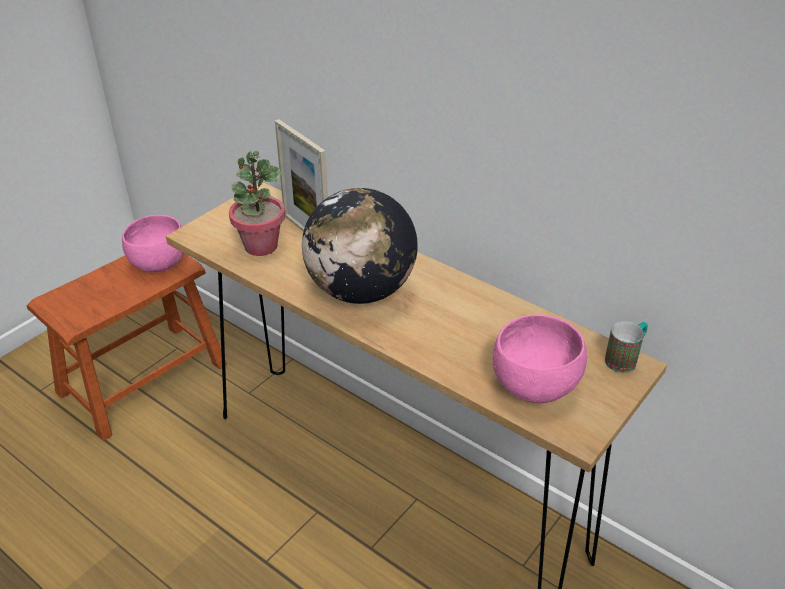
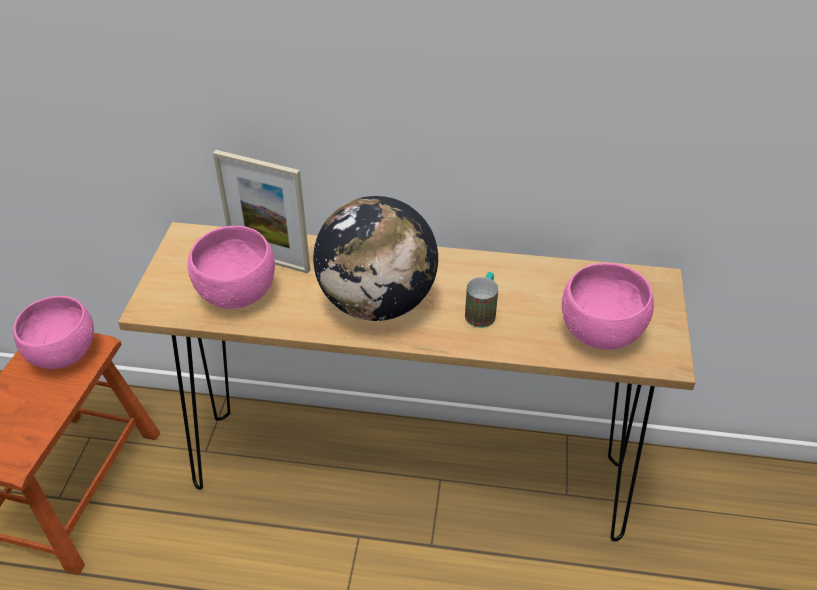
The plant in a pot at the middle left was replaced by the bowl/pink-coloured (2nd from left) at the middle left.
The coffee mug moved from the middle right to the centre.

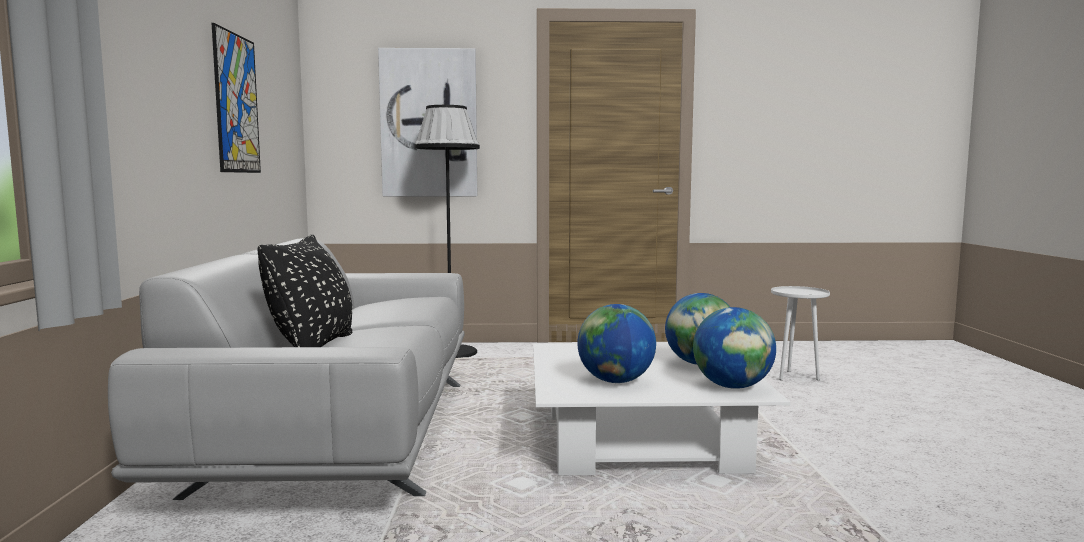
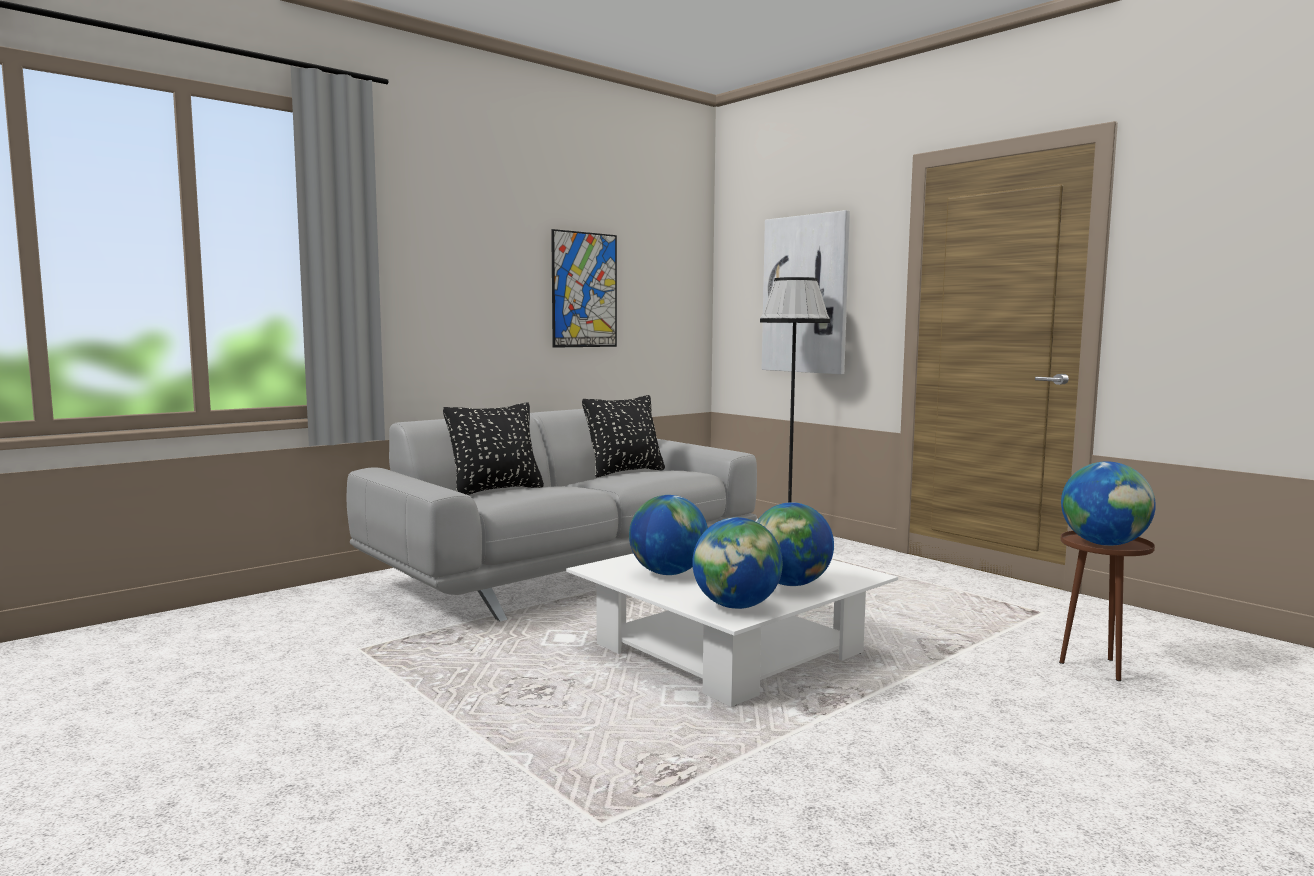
The accent table/white at the middle right became the accent table/brown at the bottom right.
The pillow/blackish (2nd from left) at the centre appeared.
The desk globe (4th from left) at the middle right appeared.

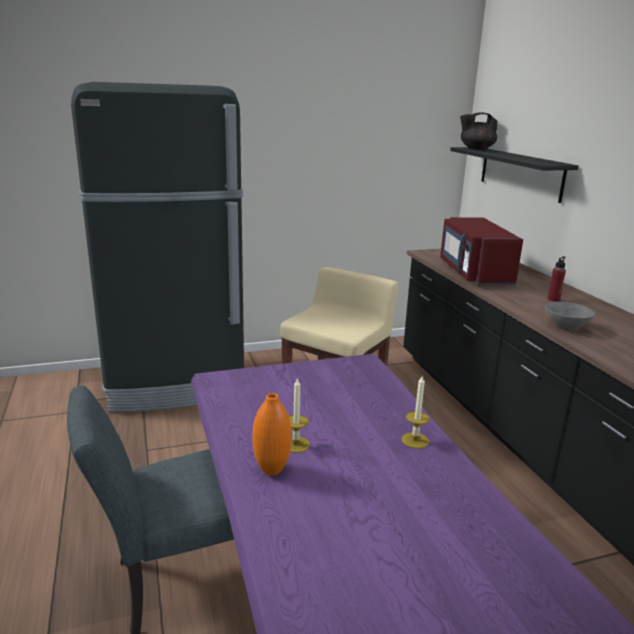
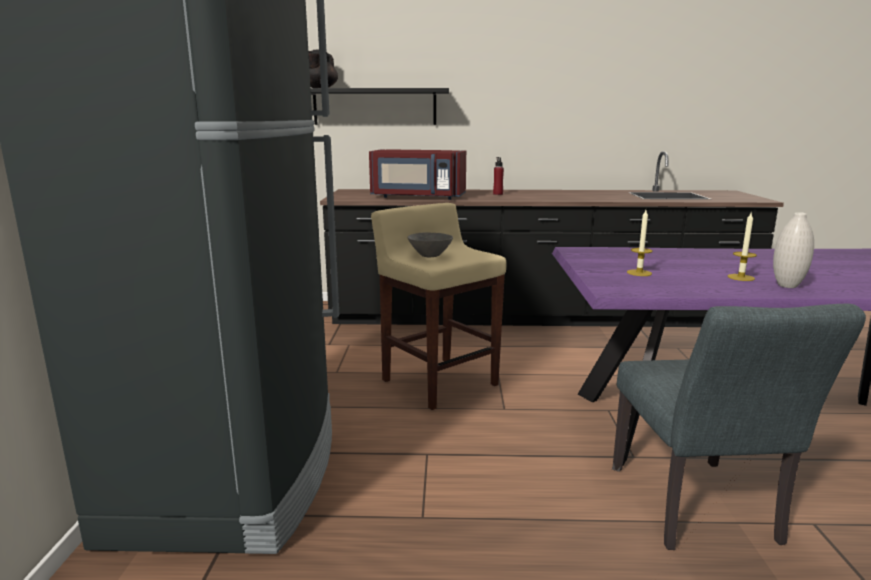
The flower vase/orangey at the bottom centre became the flower vase/white at the middle right.
The candle (2nd from left in the first image) moved from the centre to the middle right.
The bowl/gray moved from the middle right to the centre.

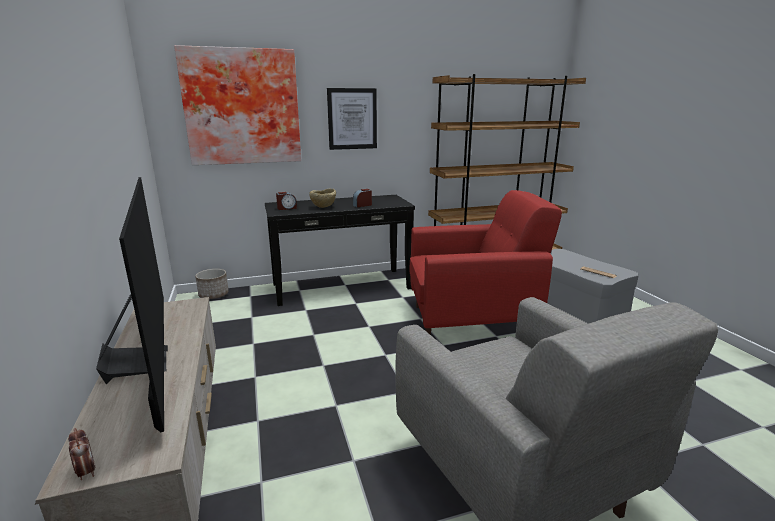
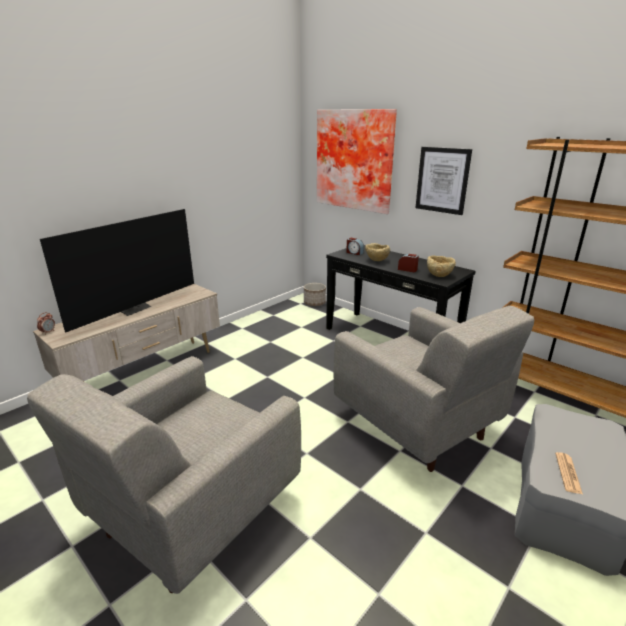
The armchair/red at the centre became the armchair/gray (2nd from left) at the middle right.
The bowl/beige-coloured (2nd from left) at the middle right appeared.

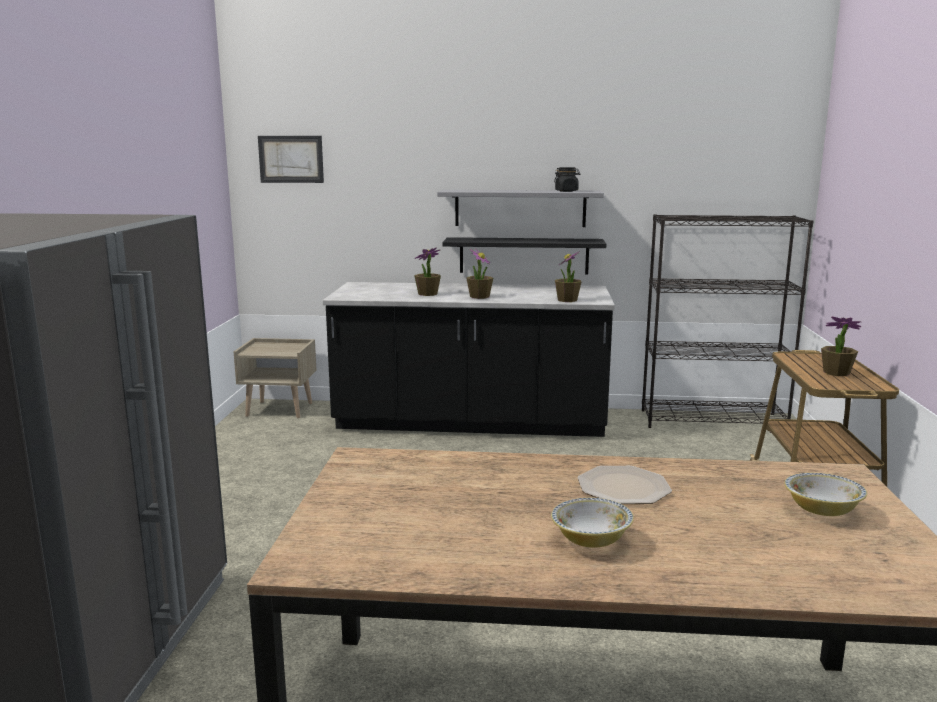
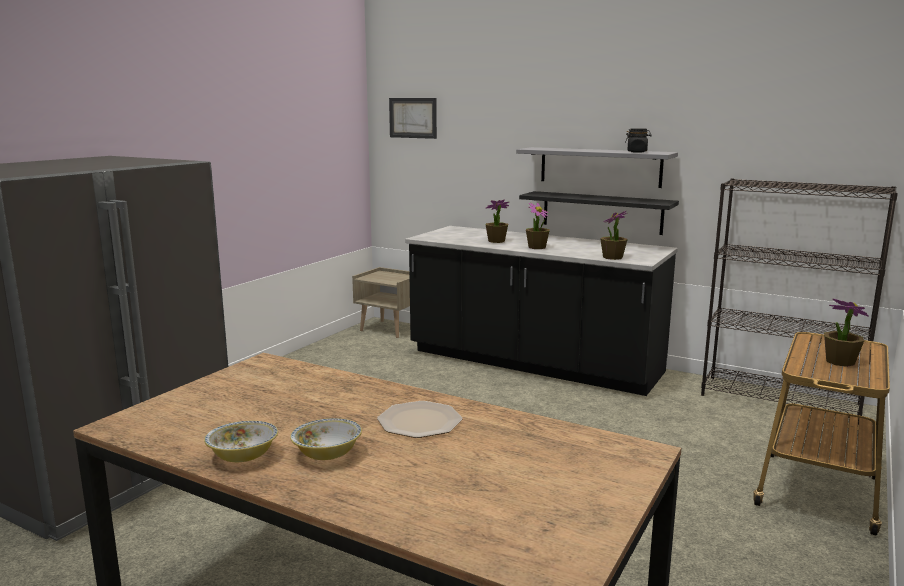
The bowl (2nd from left in the first image) moved from the bottom right to the bottom left.

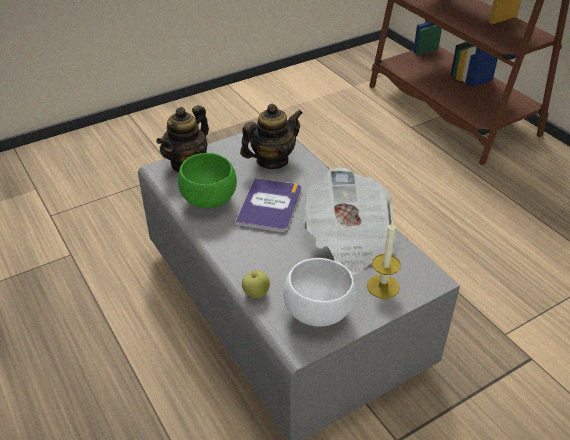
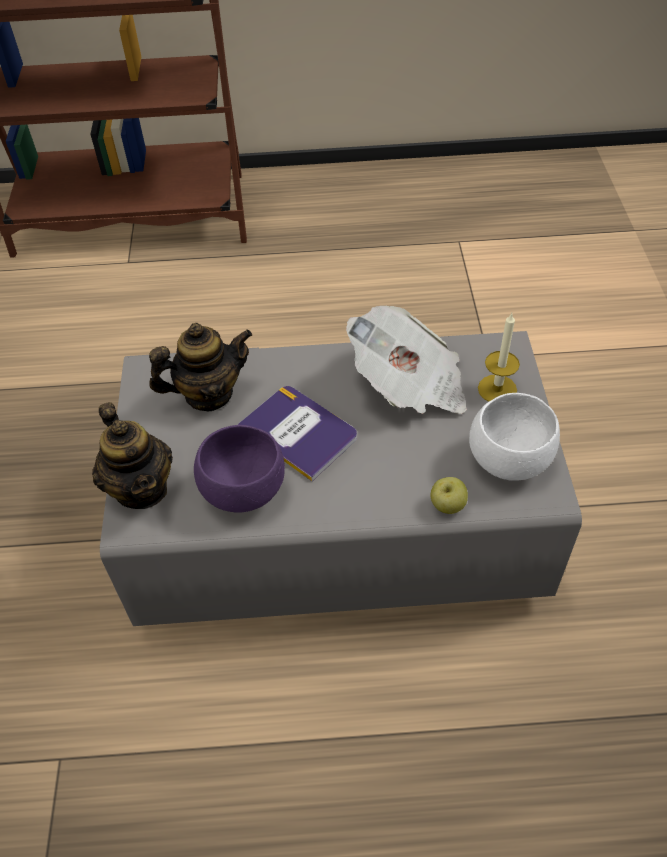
The bowl/green at the centre became the bowl/purple at the centre.
The tea pot (2nd from left) at the top centre turned 75 degrees clockwise.

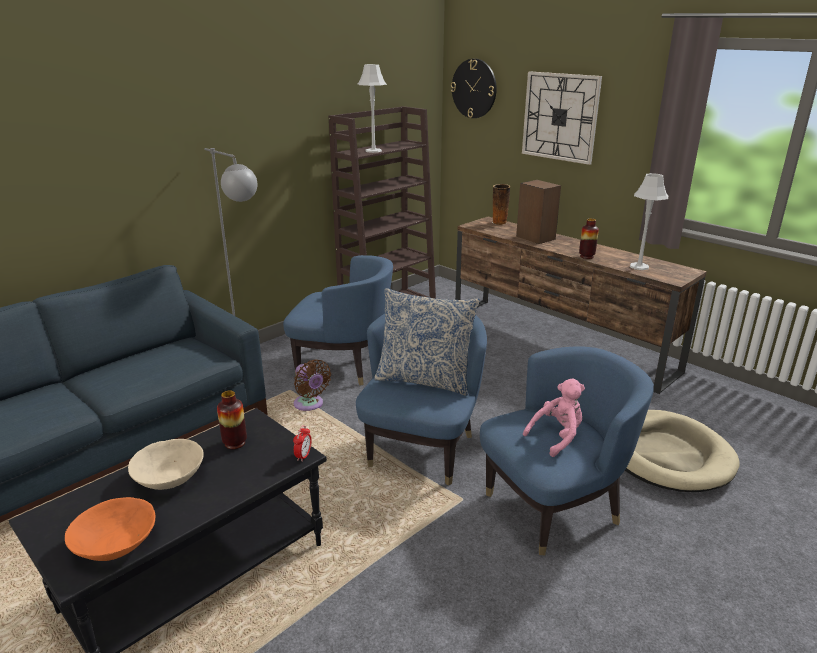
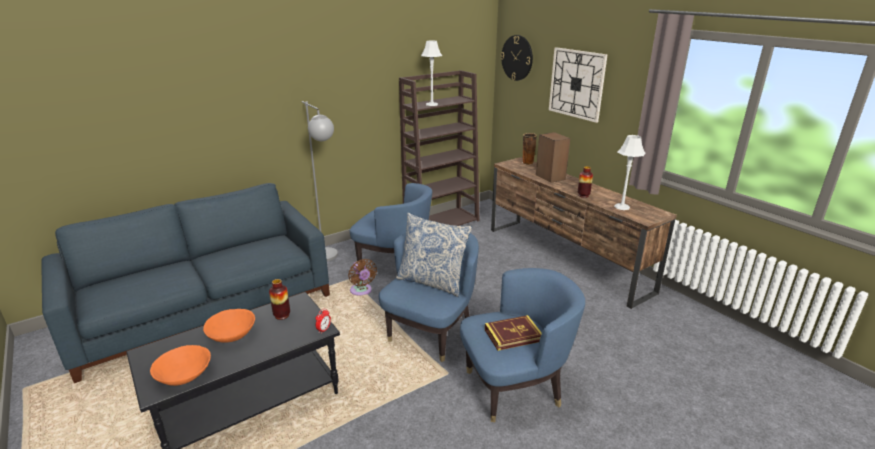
The bowl/beige-coloured at the bottom left became the bowl/orangey (2nd from left) at the bottom left.
The soft toy/pink-coloured at the middle right was replaced by the bound book at the bottom centre.
The pet bed/beige-coloured at the bottom right disappeared.

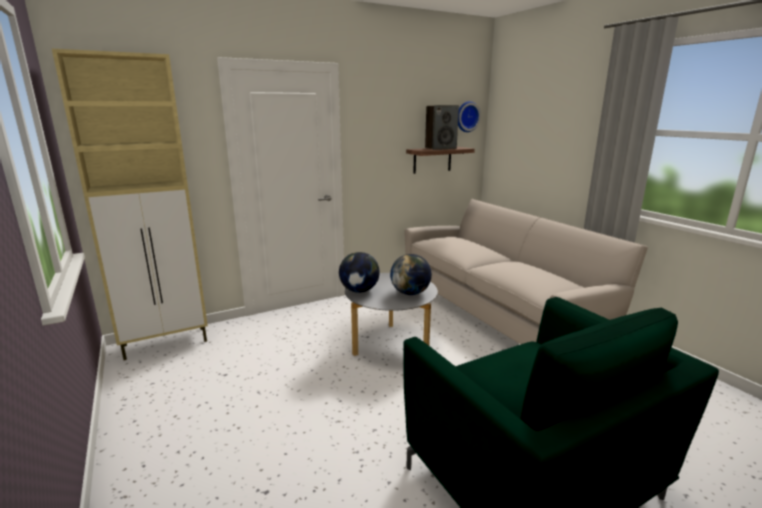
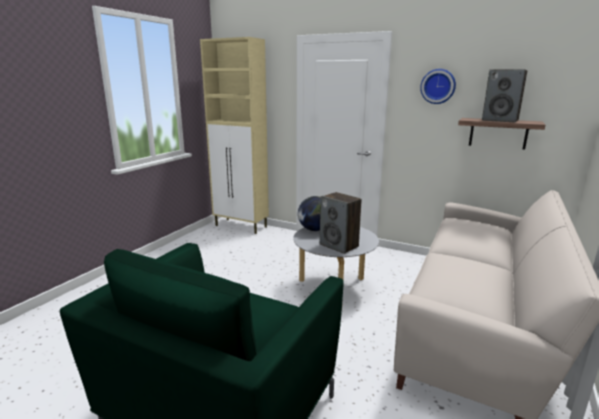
The desk globe (2nd from left) at the centre was replaced by the loudspeaker (1st from left) at the centre.
The hanging clock moved from the top centre to the top right.

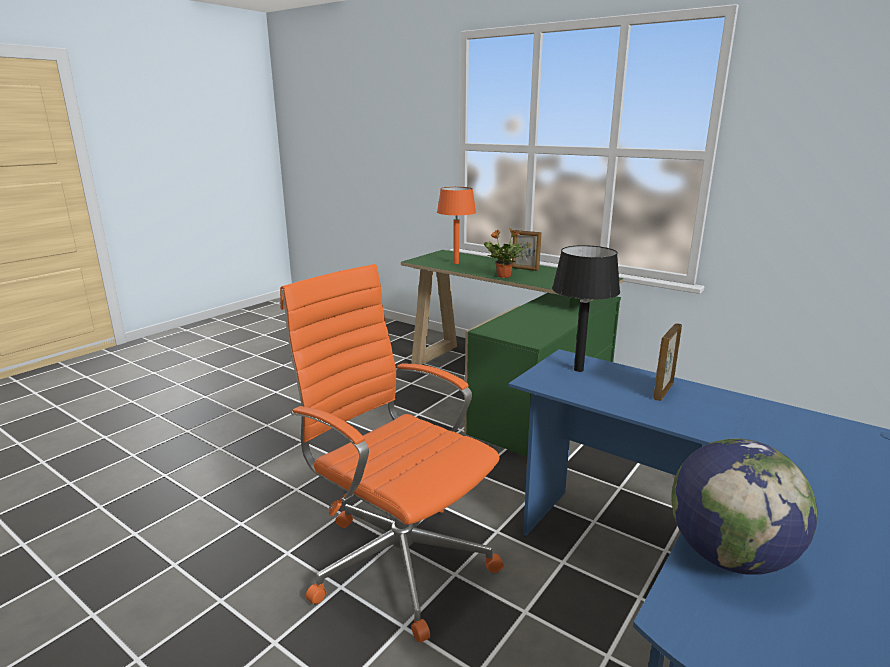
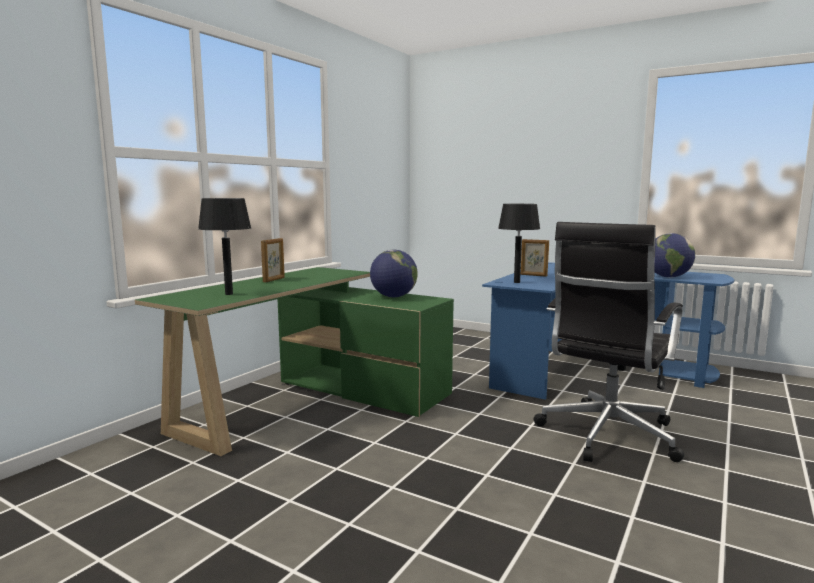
The office chair/orangey at the bottom centre became the office chair/blackish at the middle right.
The tabletop lamp/orangey at the centre became the tabletop lamp/blackish (1st from left) at the middle left.
The plant in a pot at the centre disappeared.
The desk globe (1st from left) at the centre appeared.

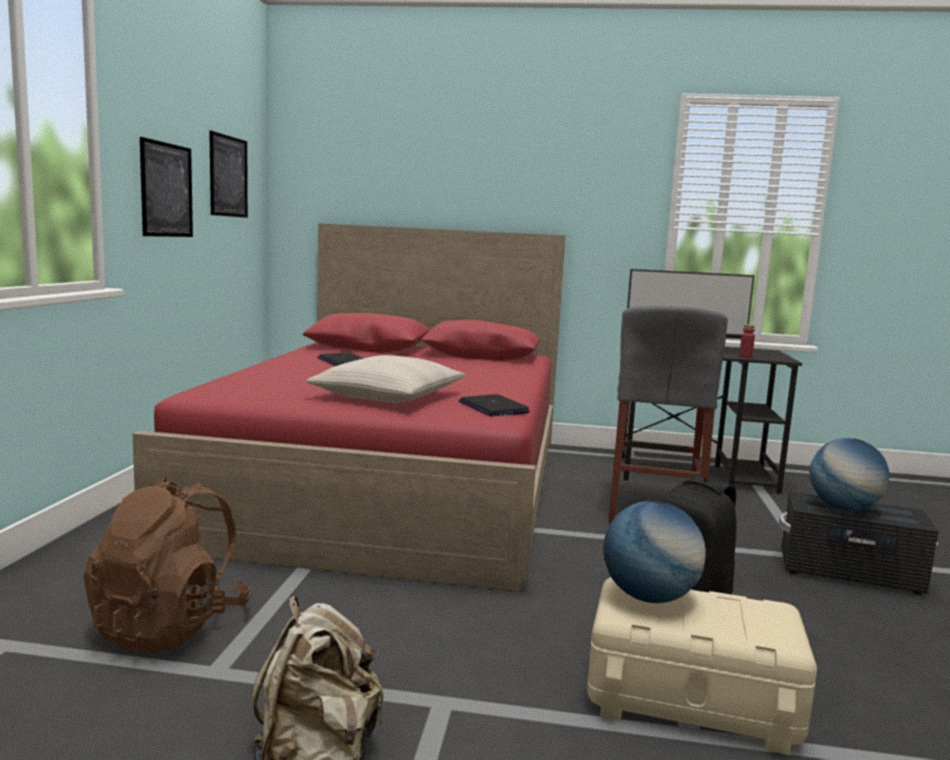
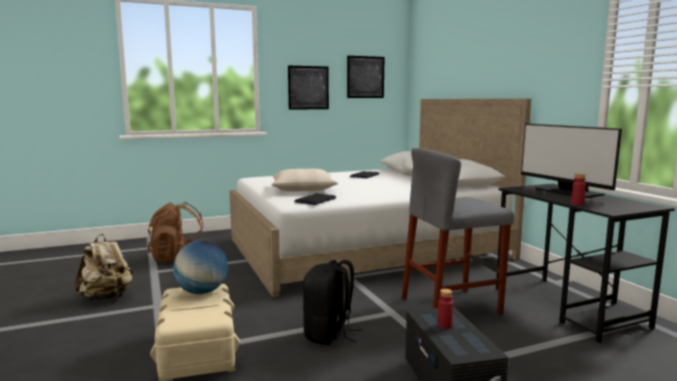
The bedroom bed/red at the centre became the bedroom bed/white at the centre.
The desk globe (2nd from left) at the middle right was replaced by the bottle/red (1st from left) at the bottom centre.

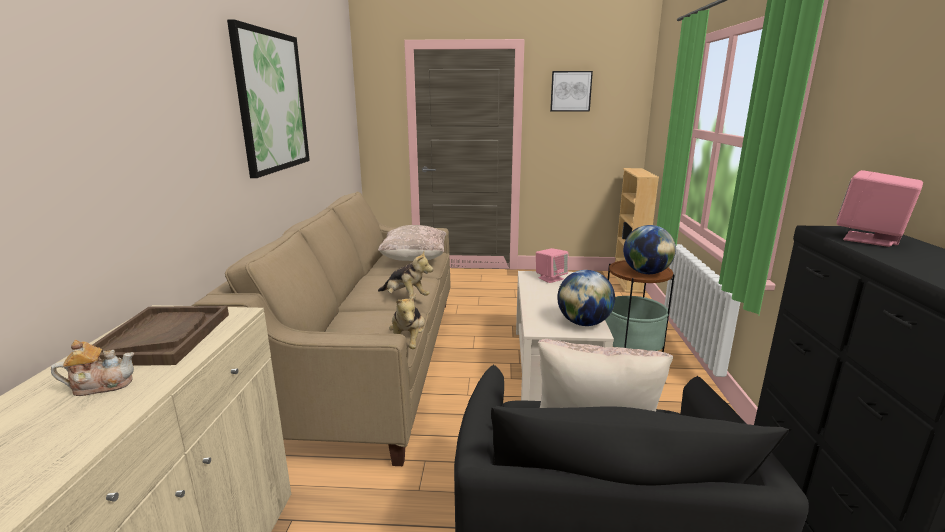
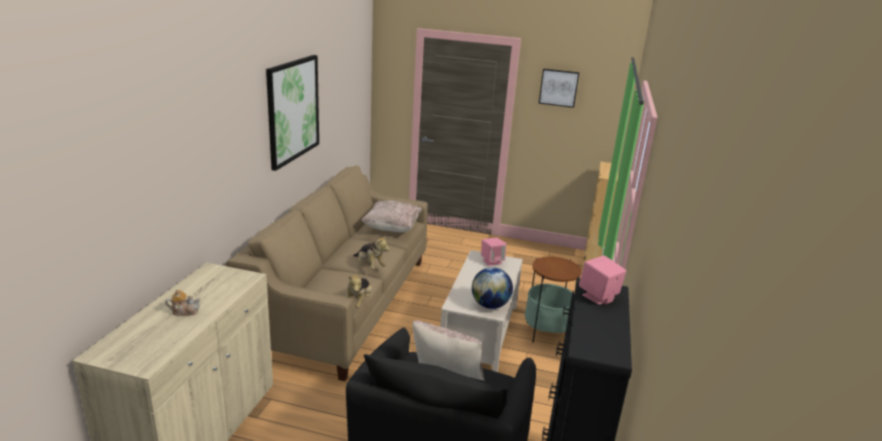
The serving tray/brown at the middle left disappeared.
The desk globe (2nd from left) at the middle right disappeared.

